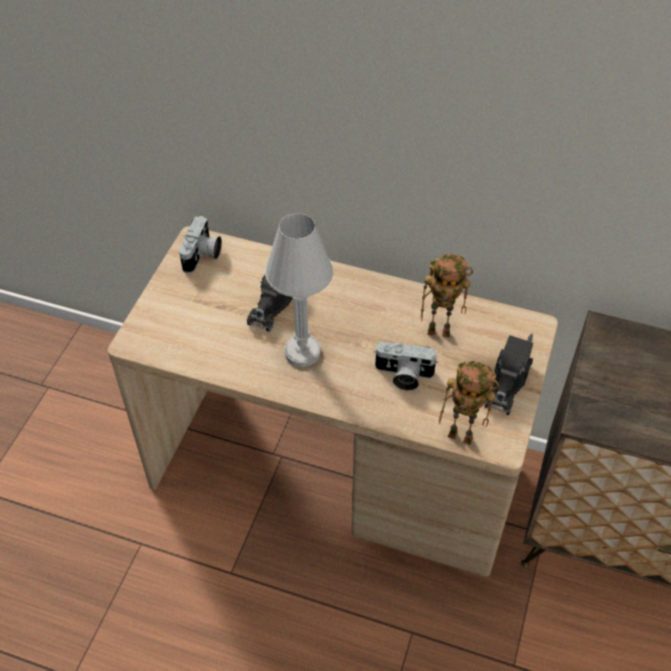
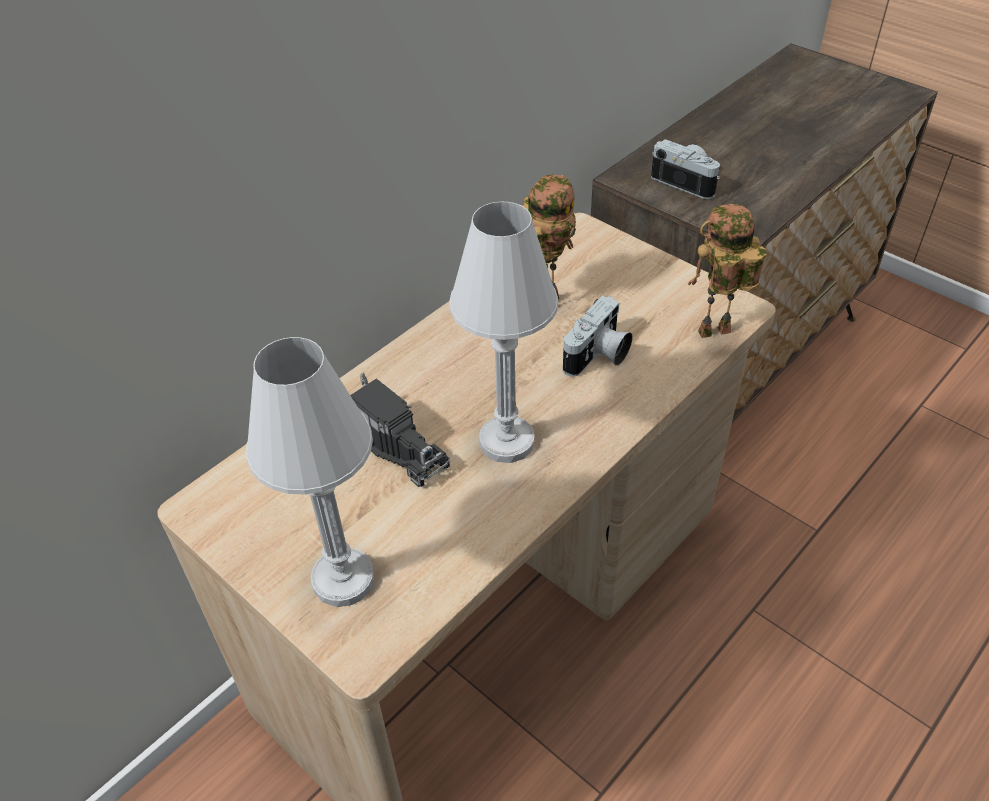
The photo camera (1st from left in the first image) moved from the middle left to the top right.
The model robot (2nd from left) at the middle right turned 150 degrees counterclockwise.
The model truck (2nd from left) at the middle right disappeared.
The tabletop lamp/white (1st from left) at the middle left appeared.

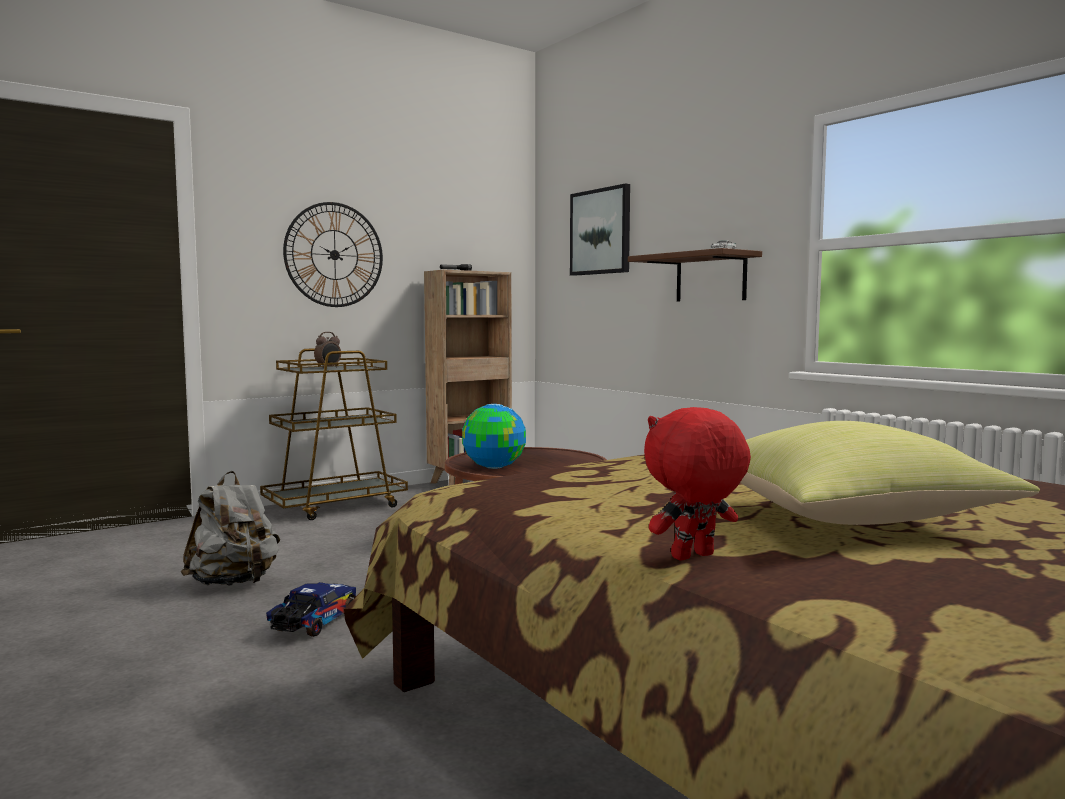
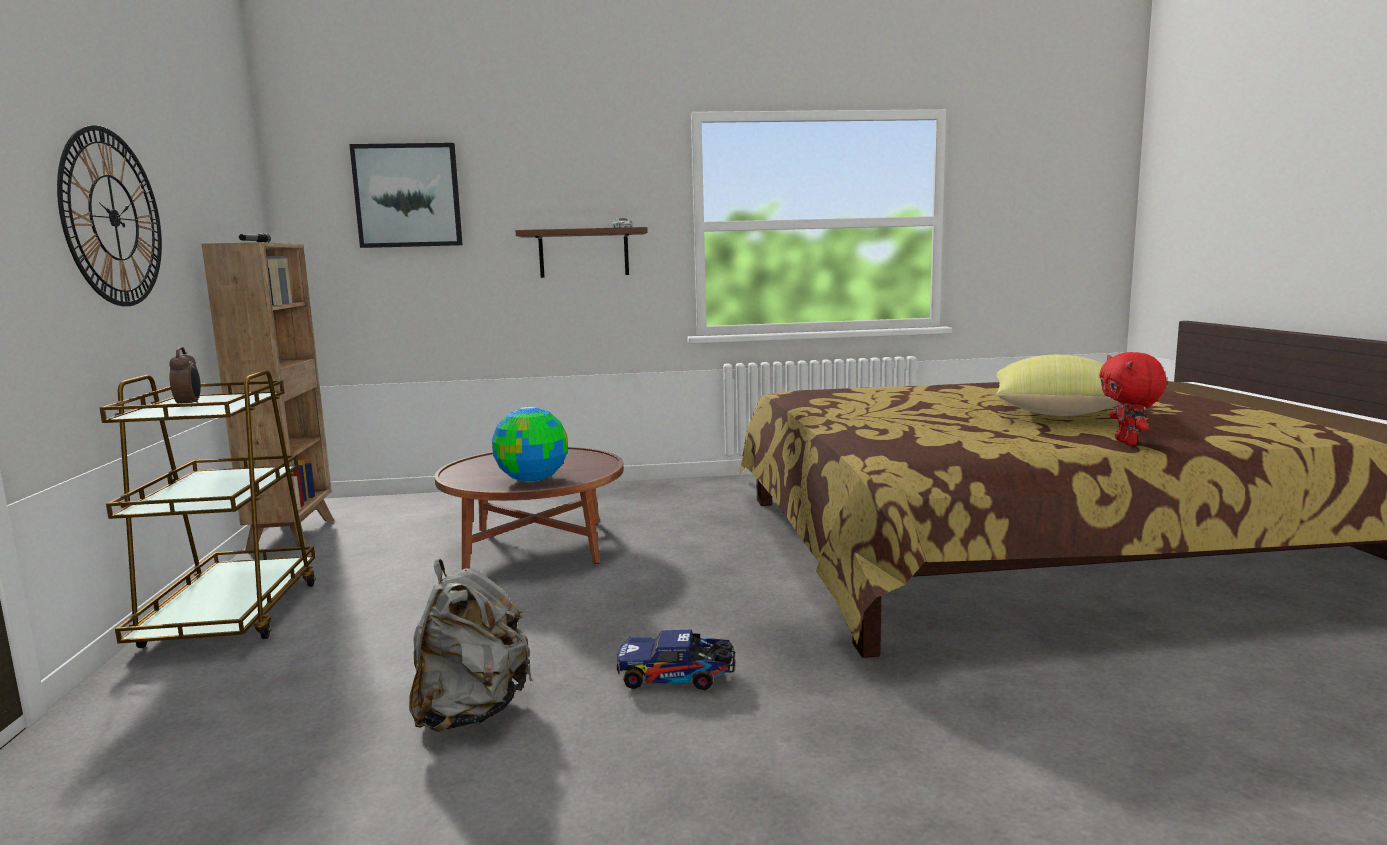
The model truck at the bottom left turned 45 degrees counterclockwise.

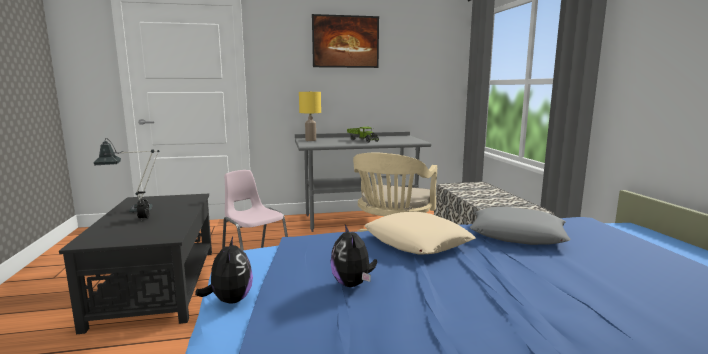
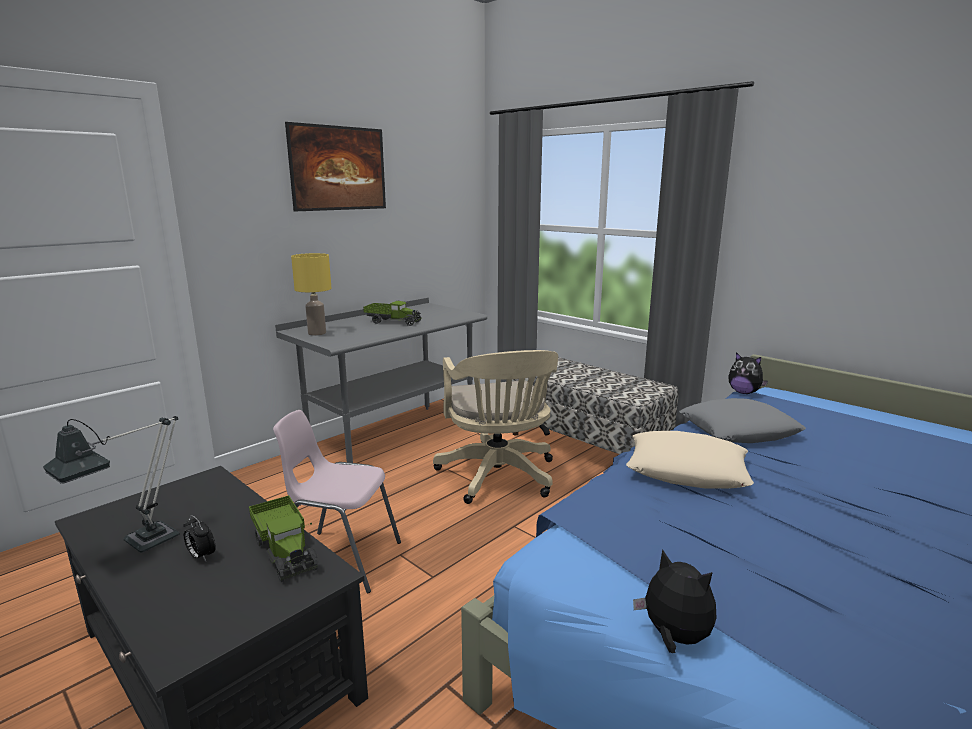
The soft toy (2nd from left) moved from the bottom centre to the middle right.
The model truck (1st from left) at the bottom left appeared.

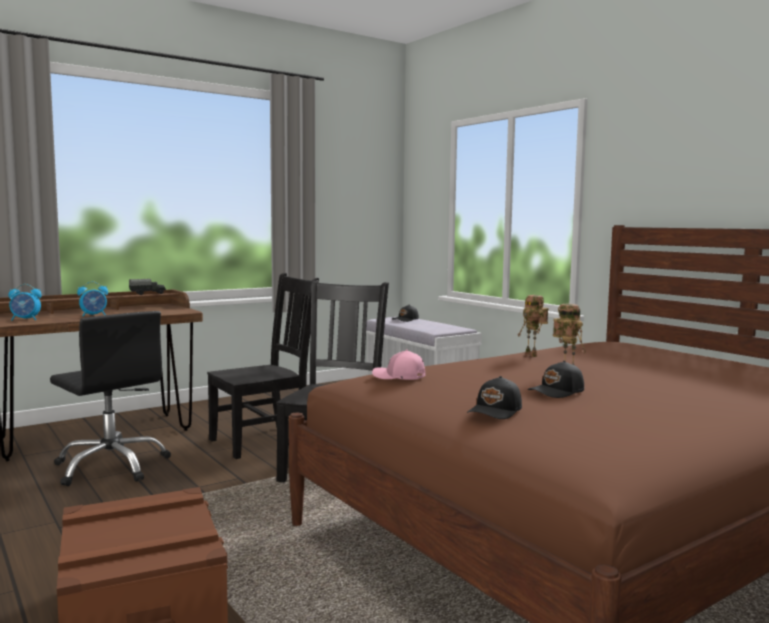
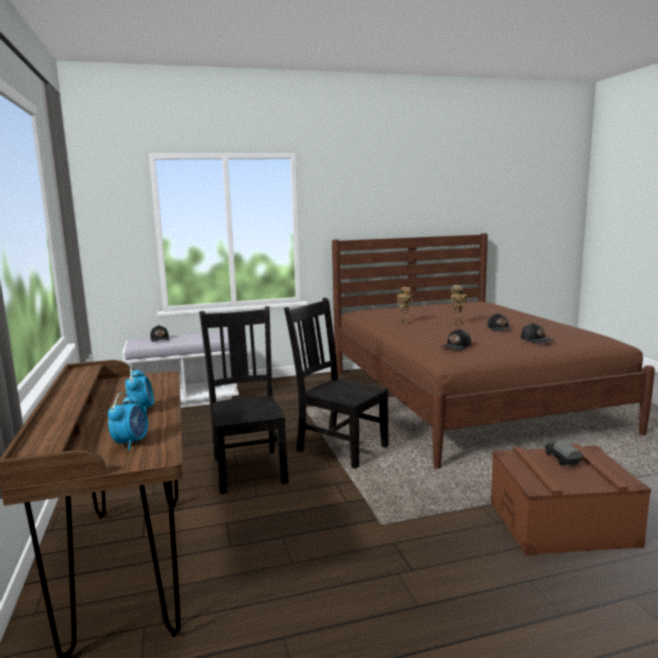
The office chair/blackish at the middle left disappeared.
The model truck moved from the middle left to the bottom right.
The peaked cap/pink-coloured at the centre became the peaked cap/blackish (2nd from left) at the middle right.

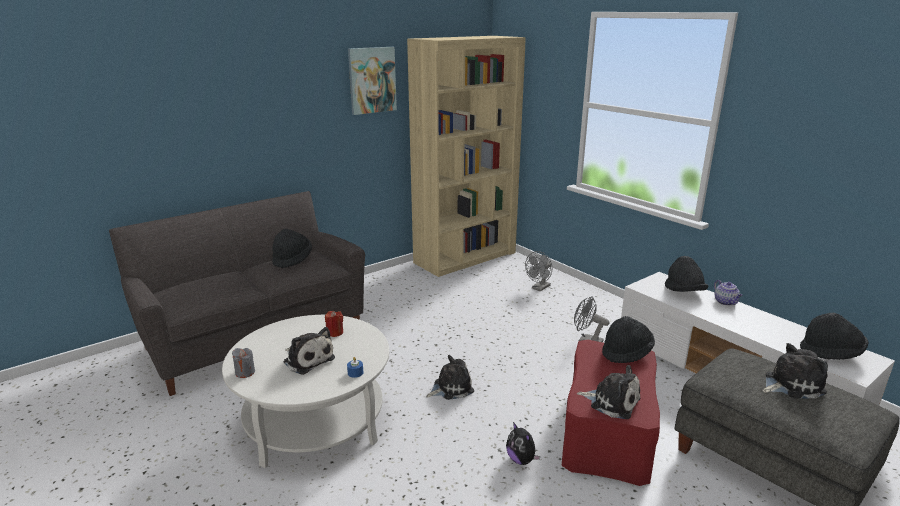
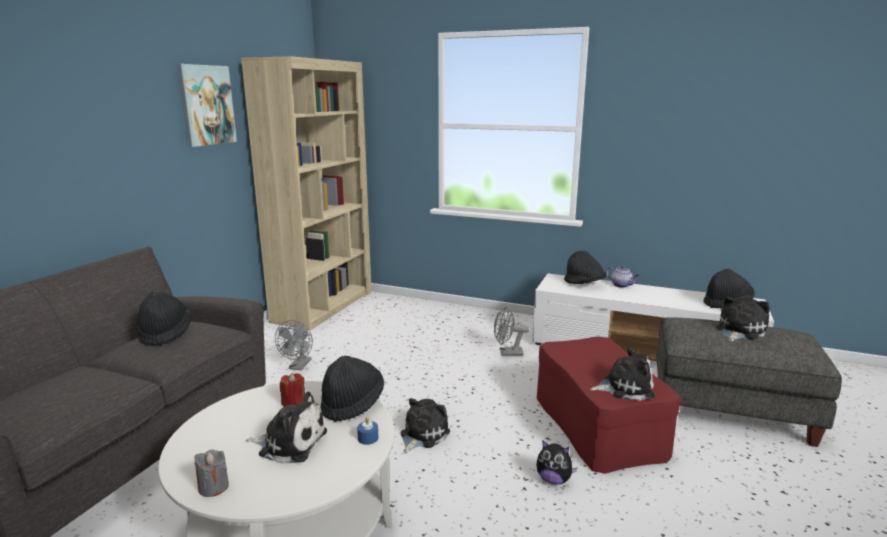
The cooling fan/gray (1st from left) moved from the centre to the middle left.
The hat/blackish (2nd from left) moved from the bottom right to the bottom centre.

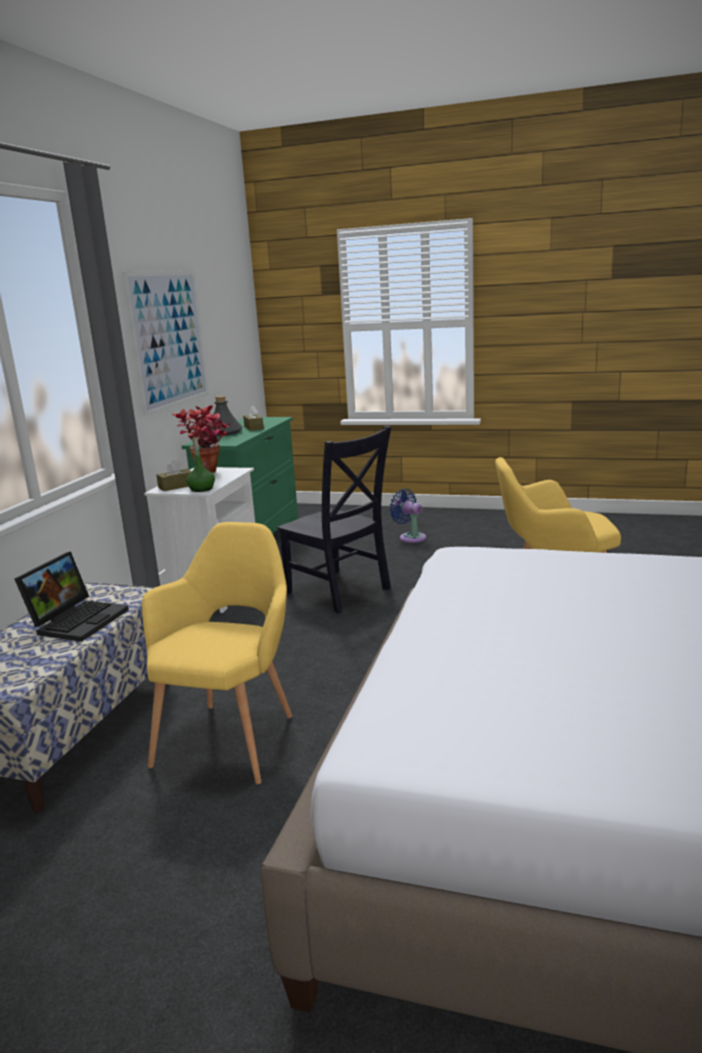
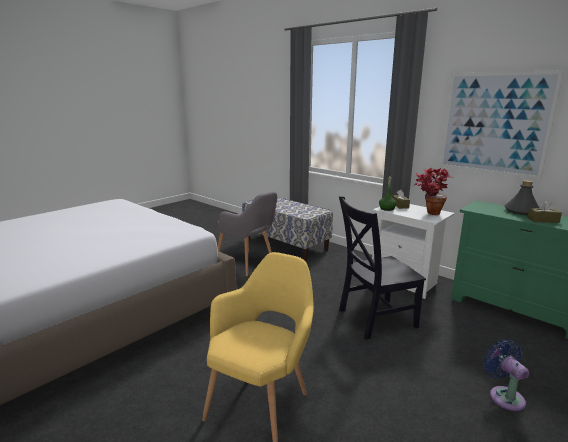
The laptop at the middle left disappeared.
The armchair/yellow (1st from left) at the middle left became the armchair/gray at the centre.
The cooling fan/blue-coloured at the centre turned 90 degrees counterclockwise.

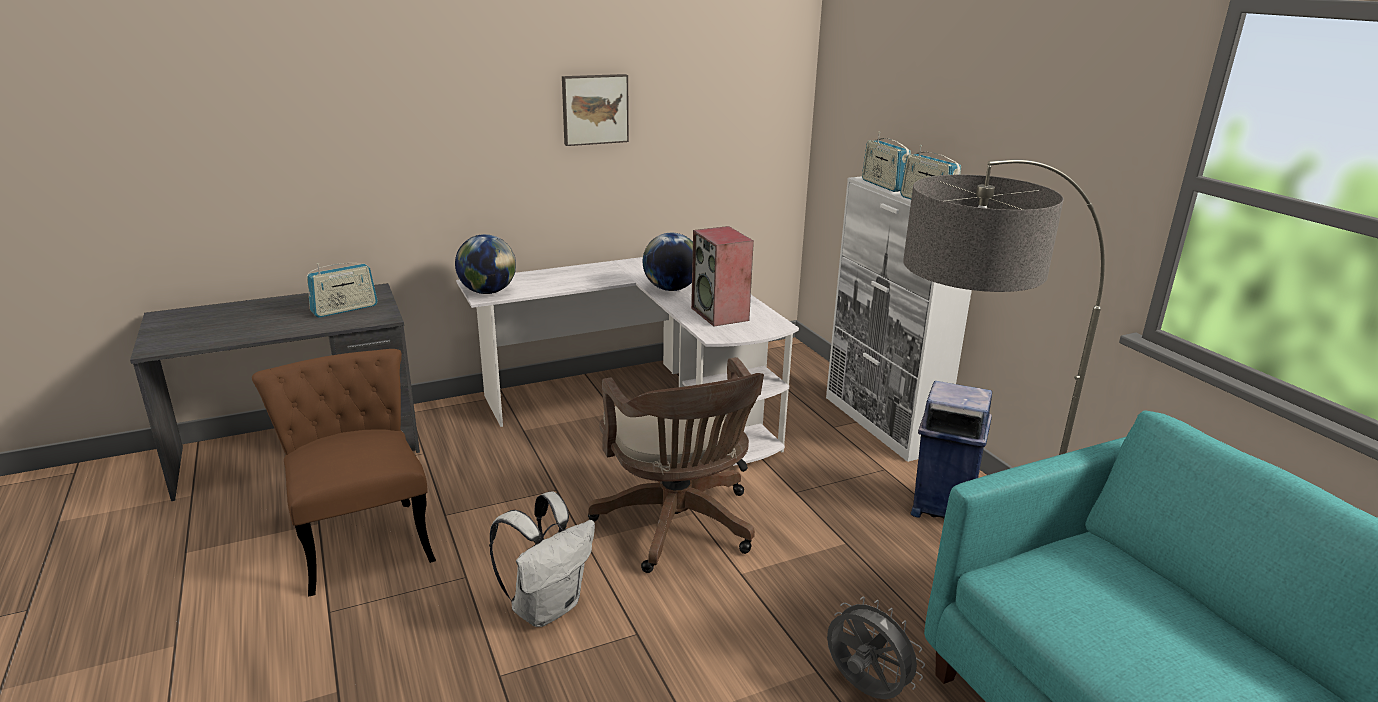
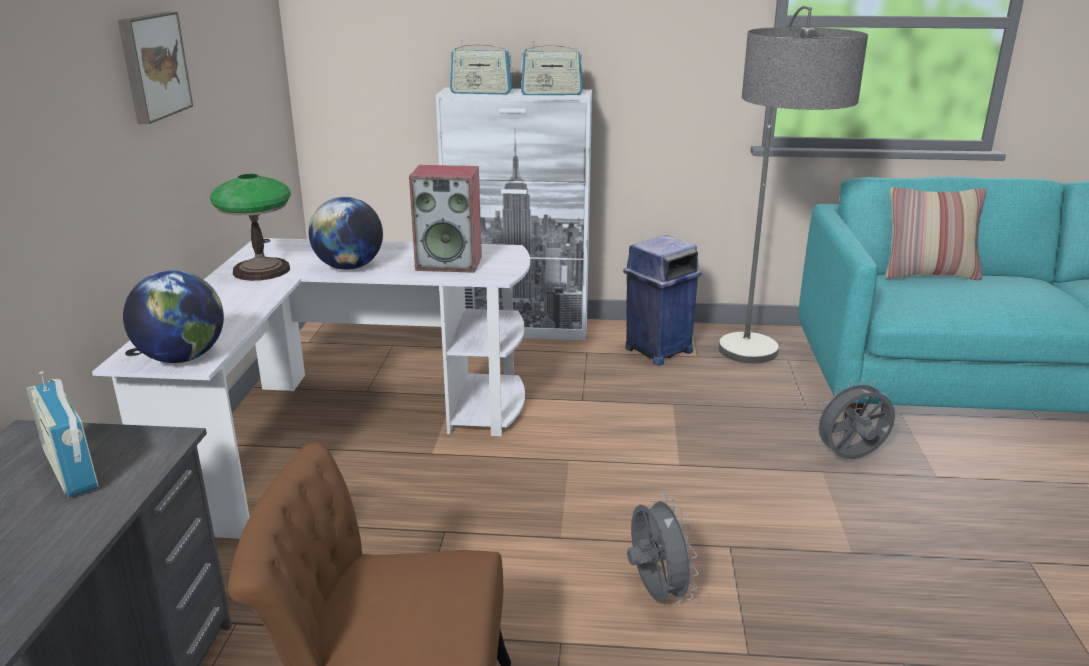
The radio receiver (1st from left) at the middle left turned 150 degrees clockwise.
The knapsack/white at the bottom centre was replaced by the cooling fan/gray (1st from left) at the bottom centre.
The office chair/brown at the centre disappeared.
The tabletop lamp at the middle left appeared.
The pillow at the middle right appeared.

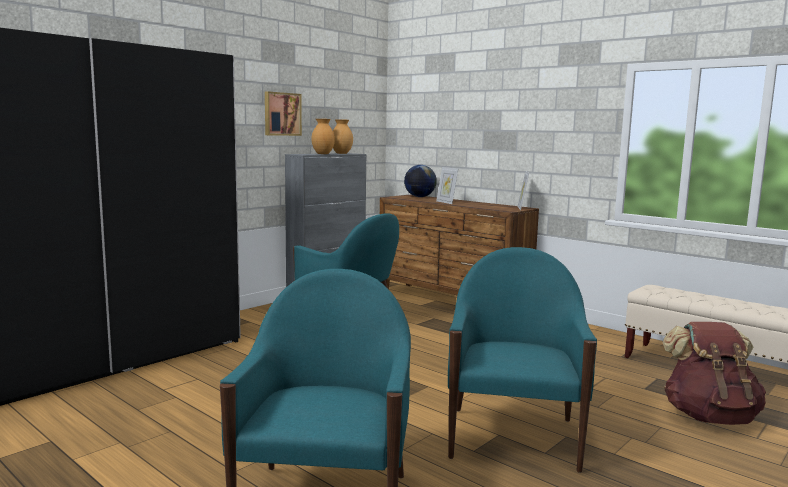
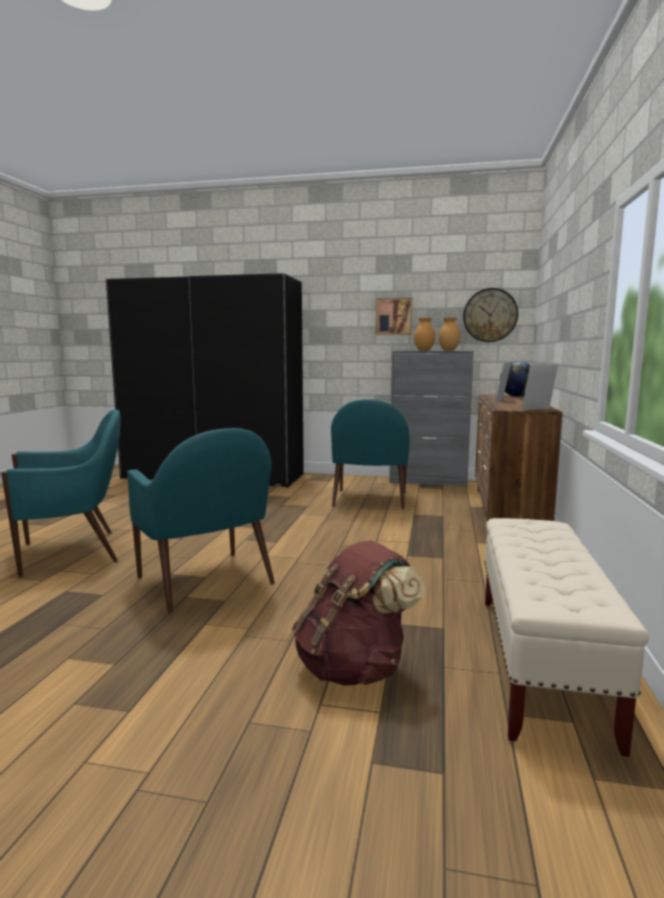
The armchair/turquoise-coloured (3rd from left in the first image) at the bottom centre turned 75 degrees clockwise.
The hanging clock at the middle right appeared.

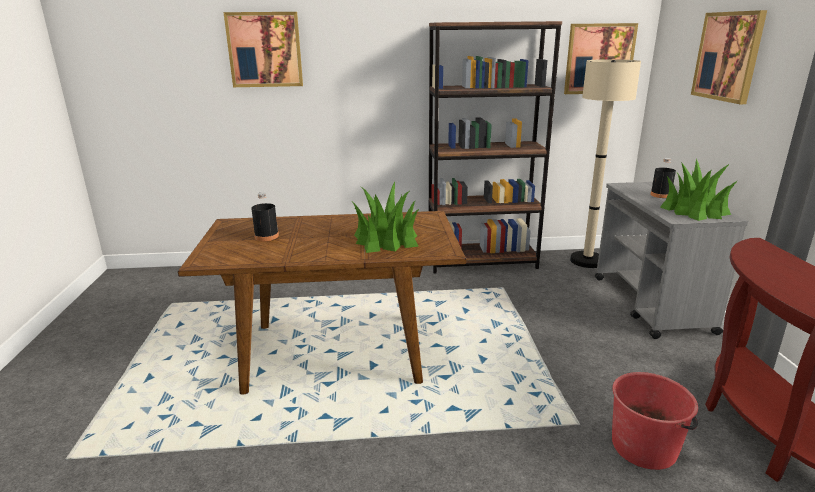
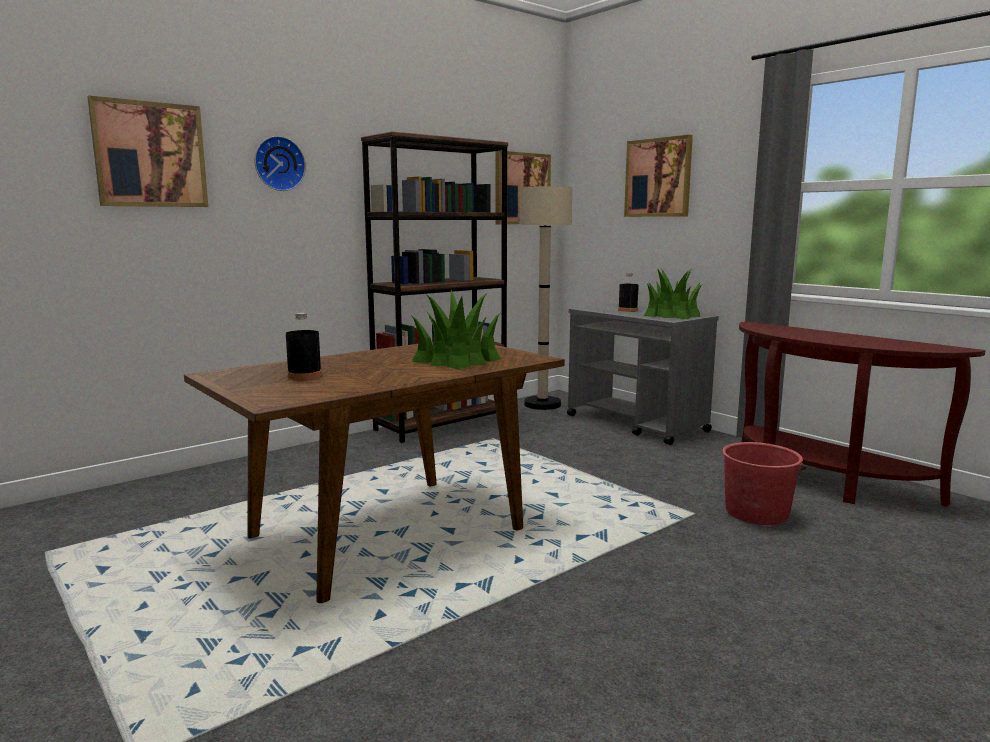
The hanging clock at the top left appeared.

